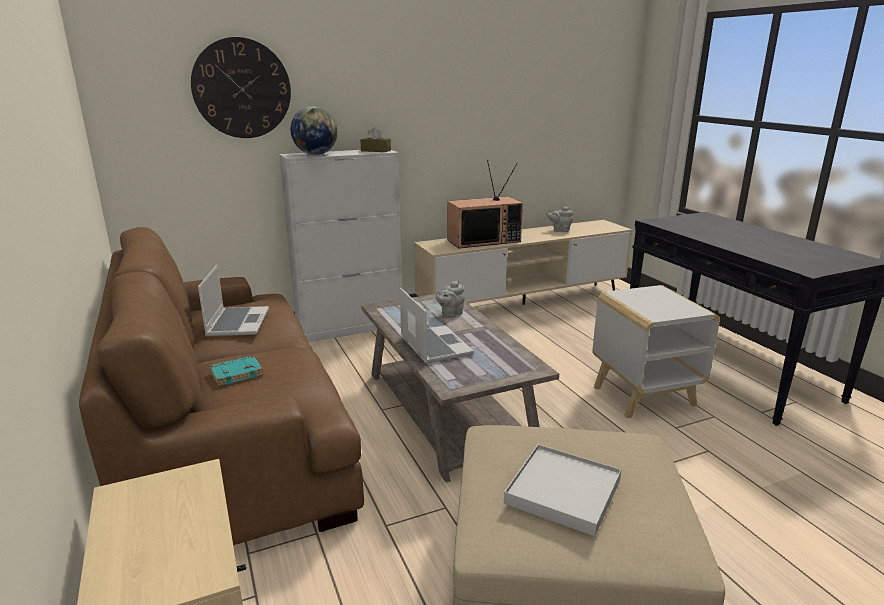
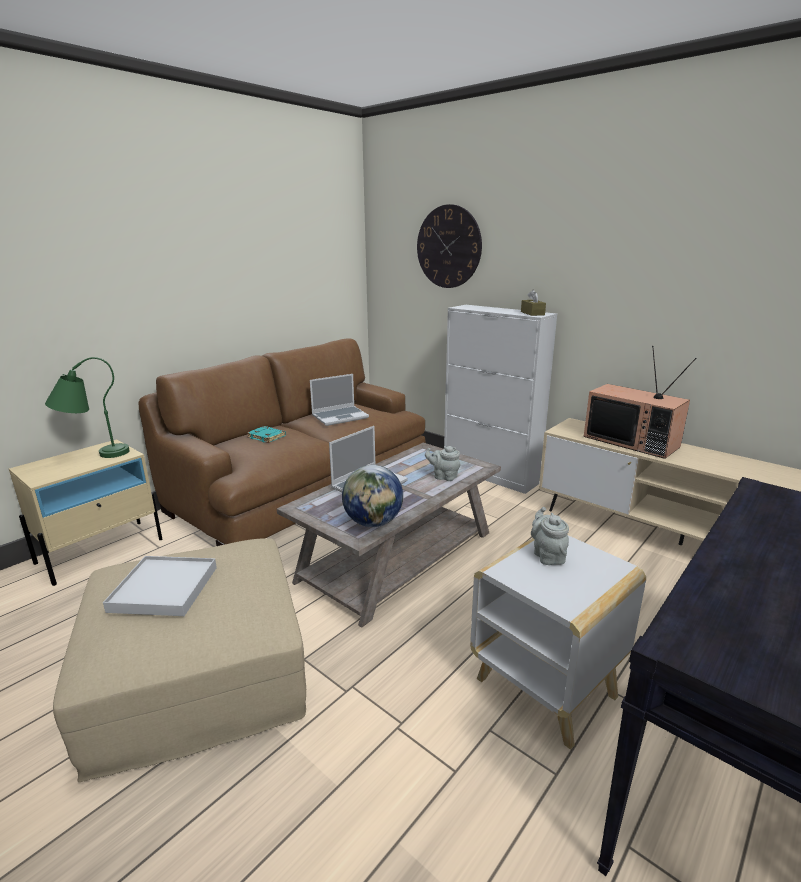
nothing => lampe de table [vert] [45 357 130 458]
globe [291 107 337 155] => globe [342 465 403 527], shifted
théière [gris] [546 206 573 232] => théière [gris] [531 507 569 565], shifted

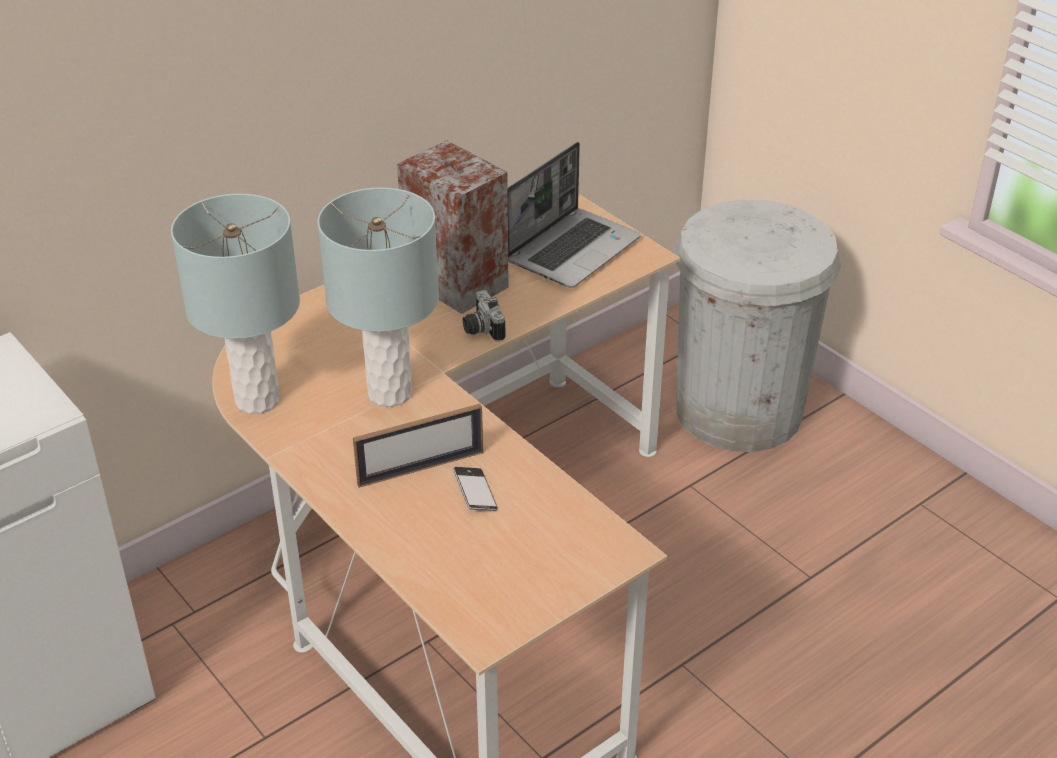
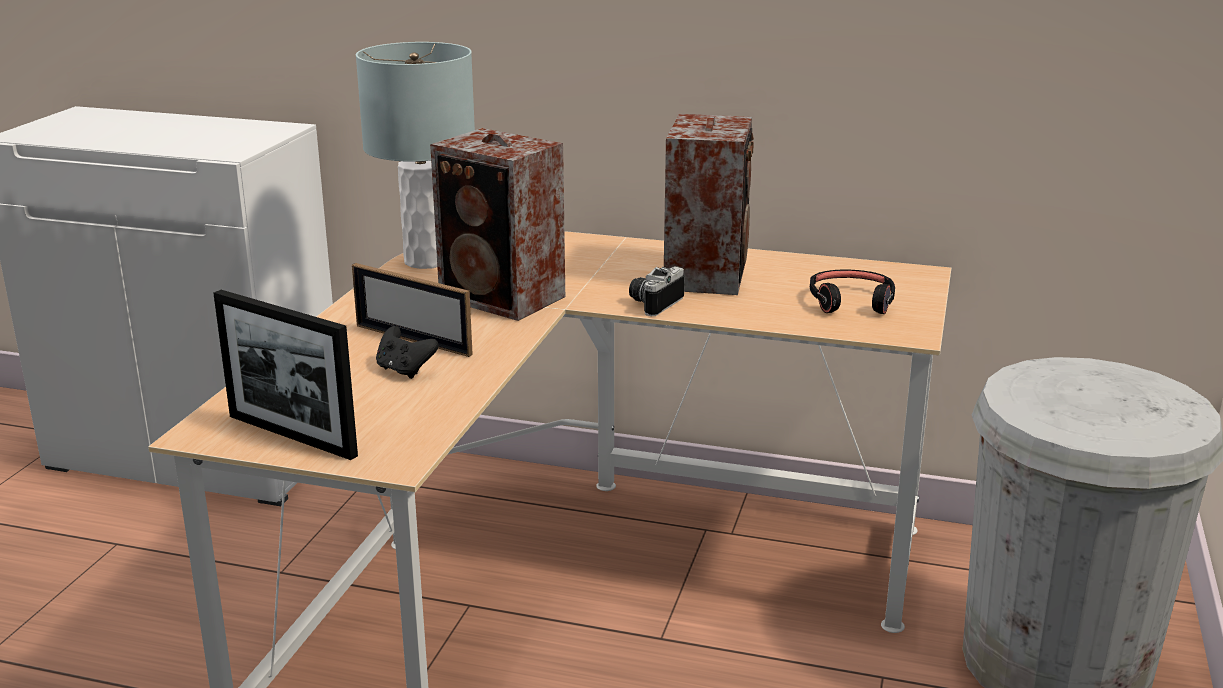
nothing => cadre photo [213 290 358 460]
lampe de table [gris] [318 187 439 407] => enceinte [430 128 565 321]
téléphone [453 467 498 511] => manette [noir] [376 326 439 379]
ordinateur portable [508 142 641 288] => casque audio [noir] [810 270 895 314]

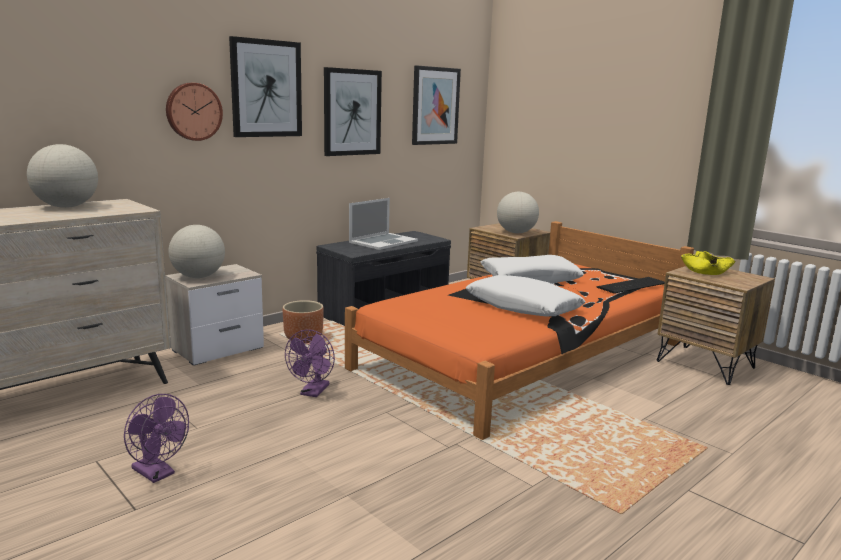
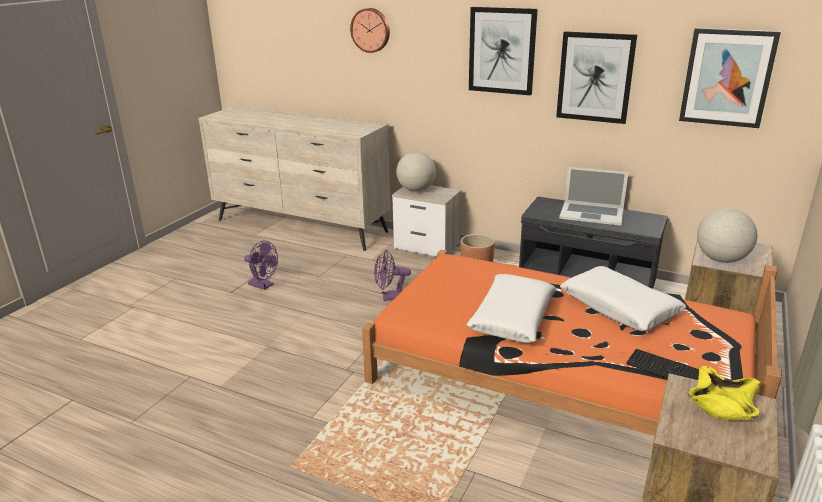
globe [27 144 98 208] => nothing
horloge murale [166 83 223 141] => horloge murale [350 8 390 53], shifted
ventilateur [violet] [124 394 189 483] => ventilateur [violet] [244 240 278 290], 75 degrees counterclockwise

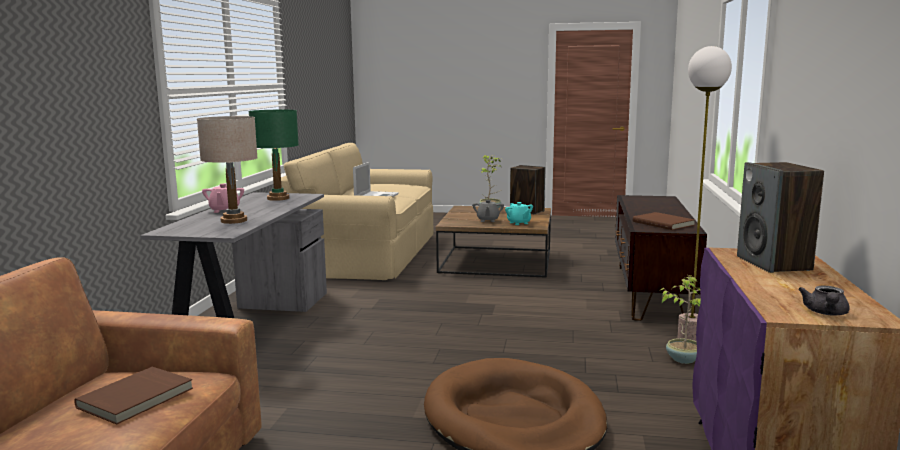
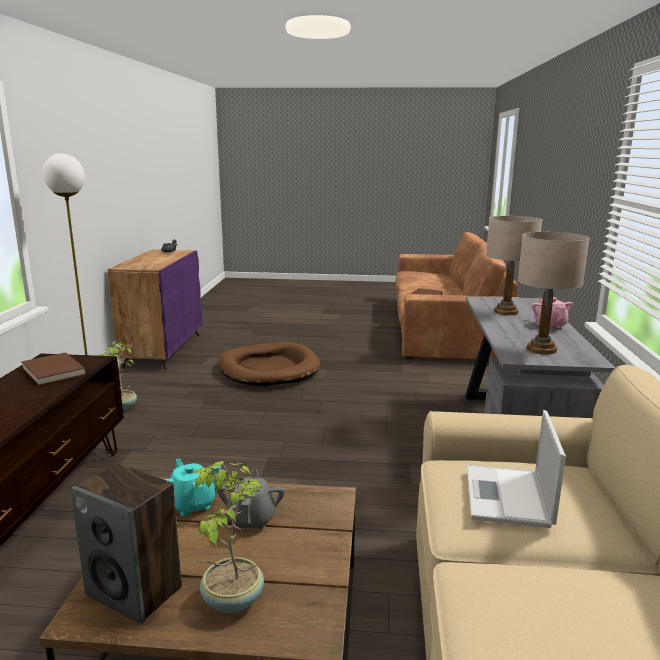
enceinte [737 162 824 273] => nothing
lampe de table [vert] [248 110 299 201] => lampe de table [beige] [518 232 590 355]

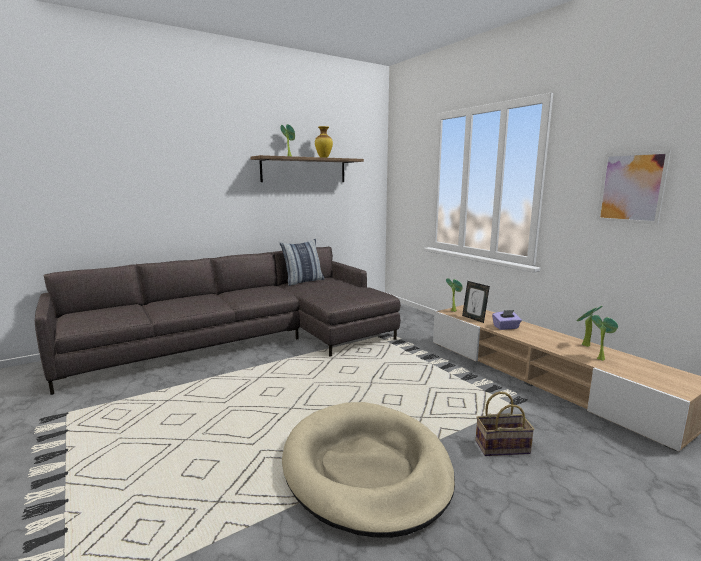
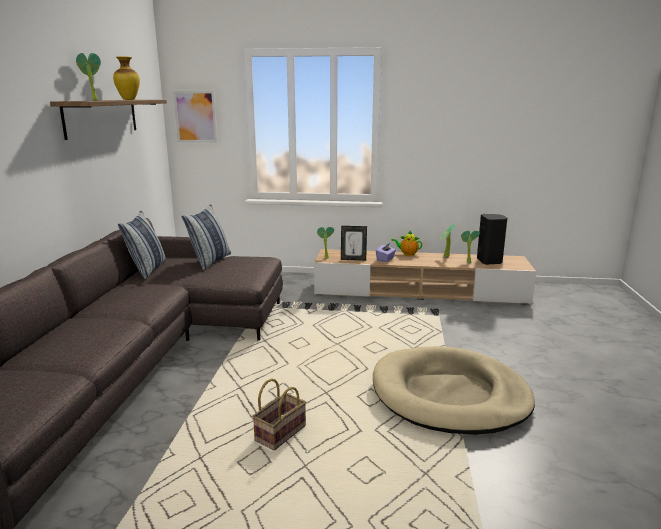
nothing => coussin [182 204 231 270]
nothing => théière [391 231 422 256]
nothing => enceinte [noir] [477 214 507 265]
panier [475 392 535 456] => panier [252 379 306 450], shifted
tableau [597 150 671 225] => tableau [173 91 217 142], shifted

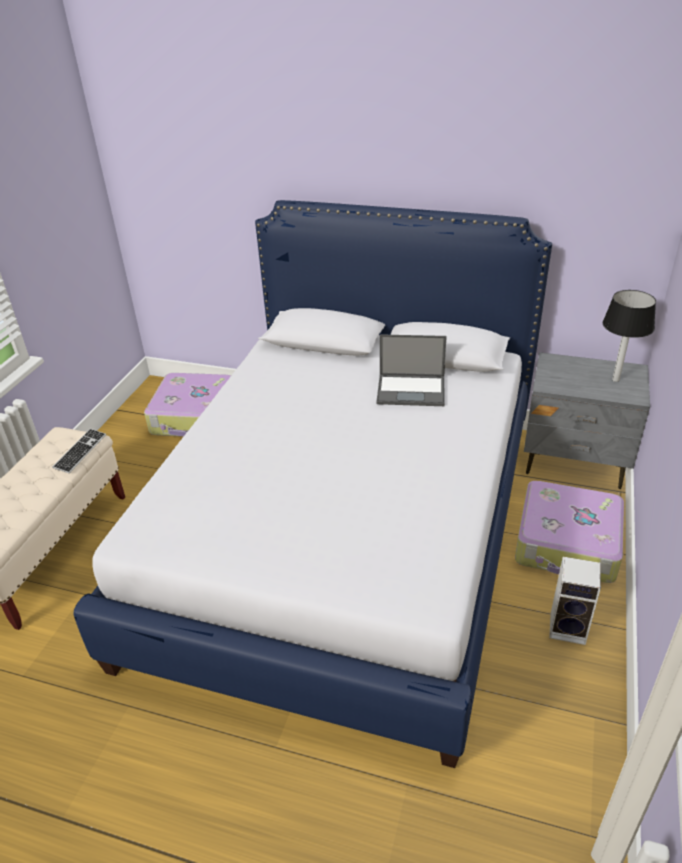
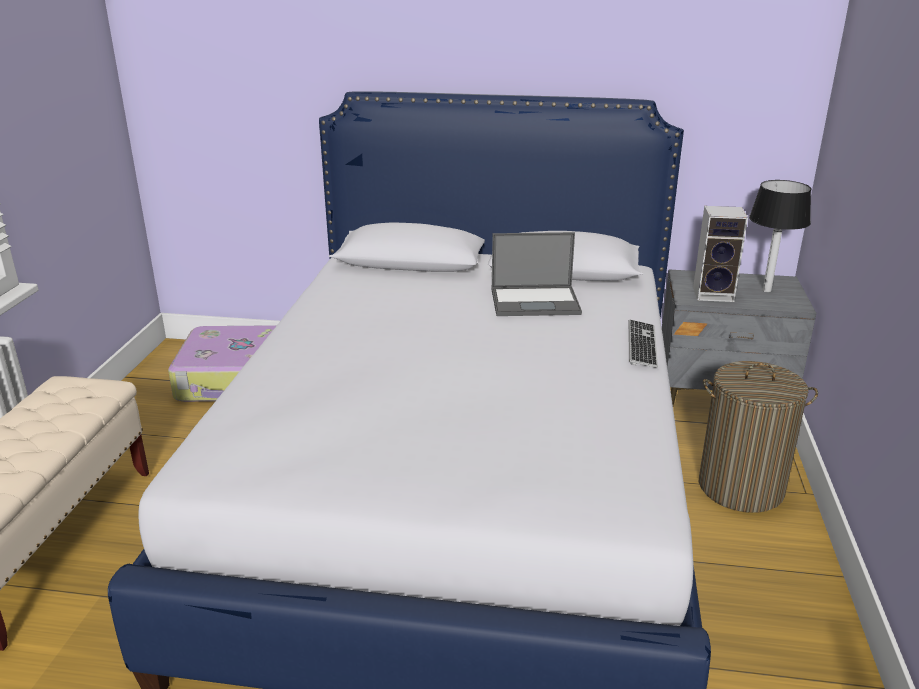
clavier [52 429 106 473] => clavier [628 319 658 368], shifted
enceinte [549 557 601 645] => enceinte [693 206 748 302], shifted
valise [515 481 624 583] => panier à linge [699 361 818 513]

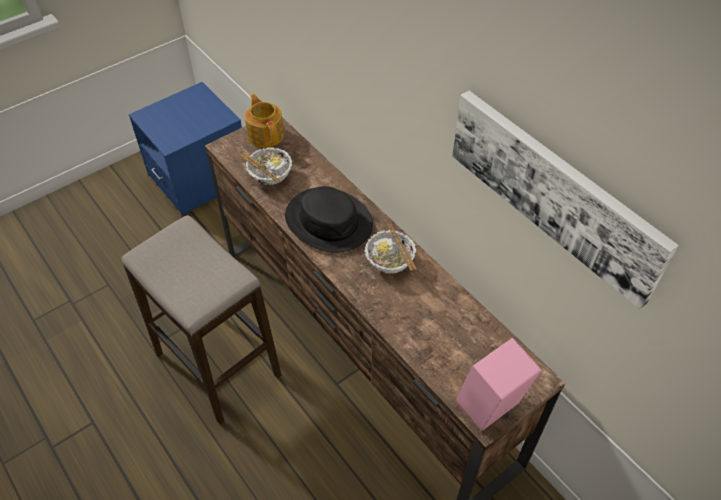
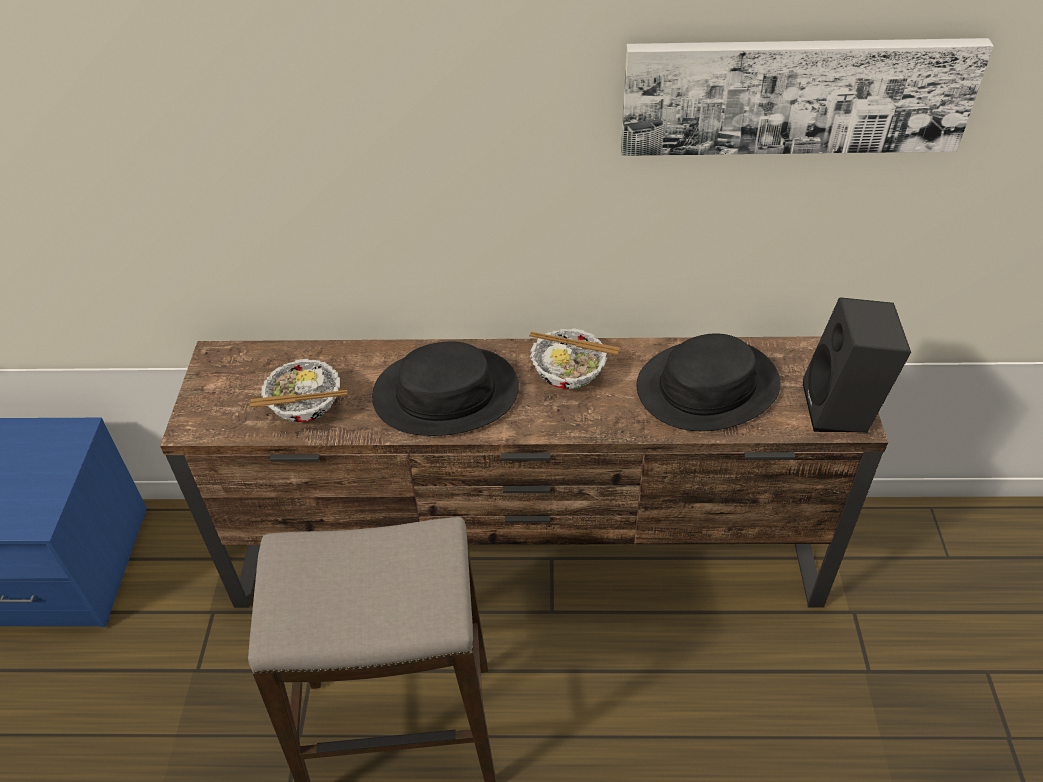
théière [245 94 284 148] => nothing
nothing => chapeau [noir] [636 333 781 431]
enceinte [rose] [456 338 542 431] => enceinte [noir] [803 297 911 433]

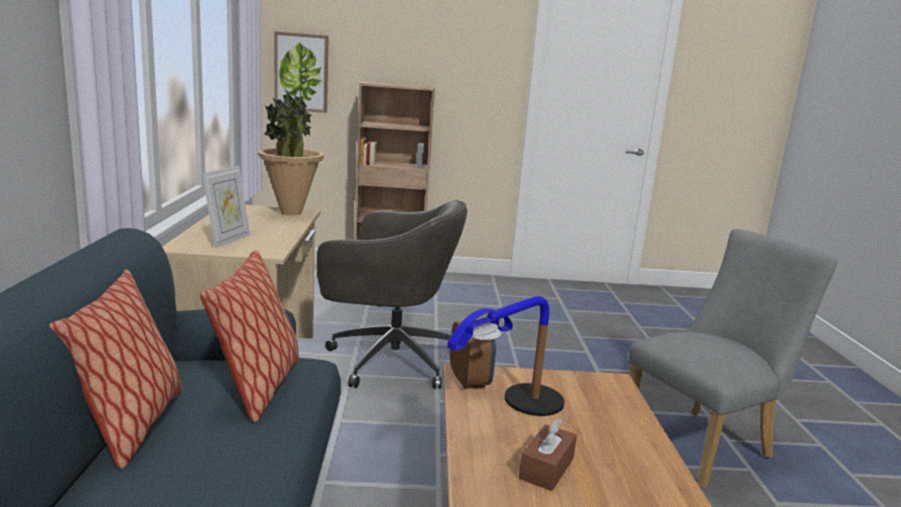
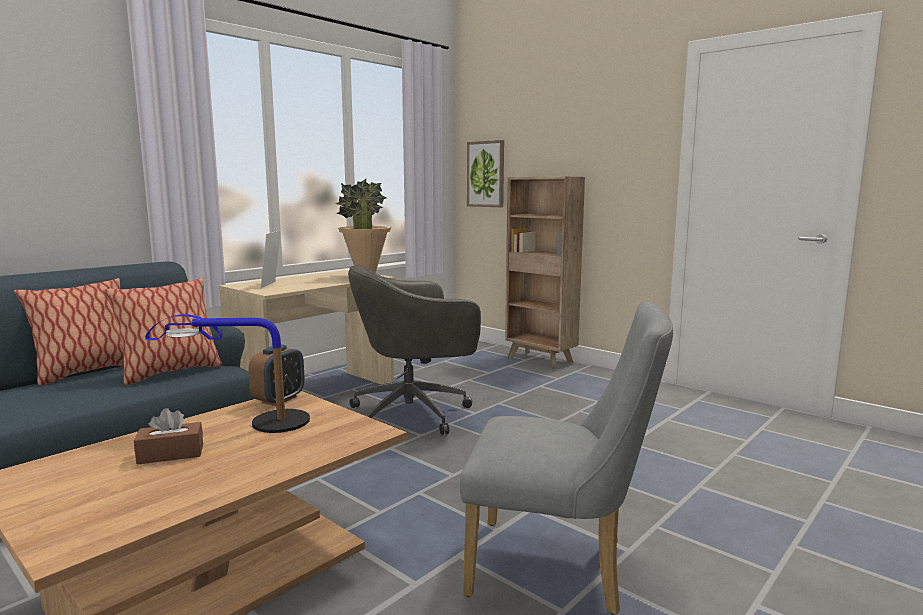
cadre photo [202 166 250 248] => cadre photo [261 231 281 288], 120 degrees clockwise
chaise de bureau [gris] [317 200 467 389] => chaise de bureau [gris] [348 265 481 435], 105 degrees clockwise

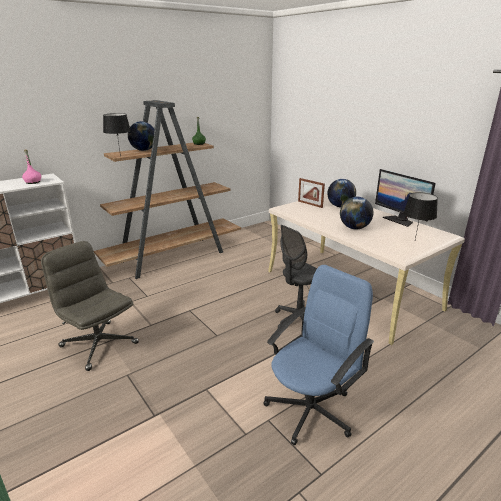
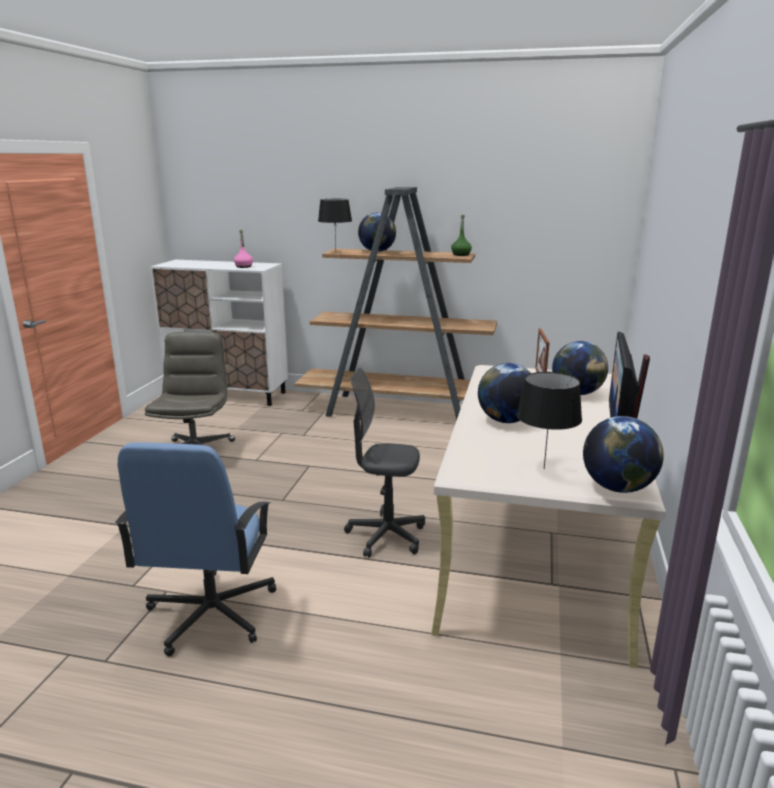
nothing => globe [583 416 664 493]
chaise de bureau [bleu] [263 265 374 445] => chaise de bureau [bleu] [115 442 276 656], 90 degrees clockwise

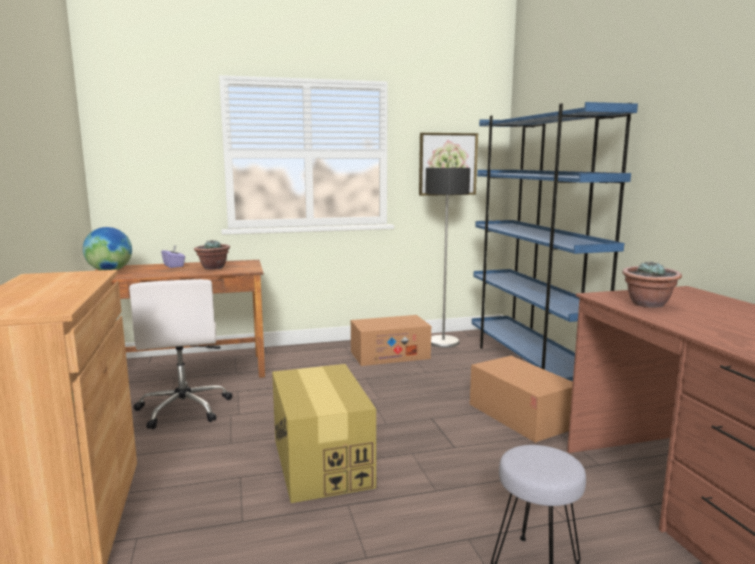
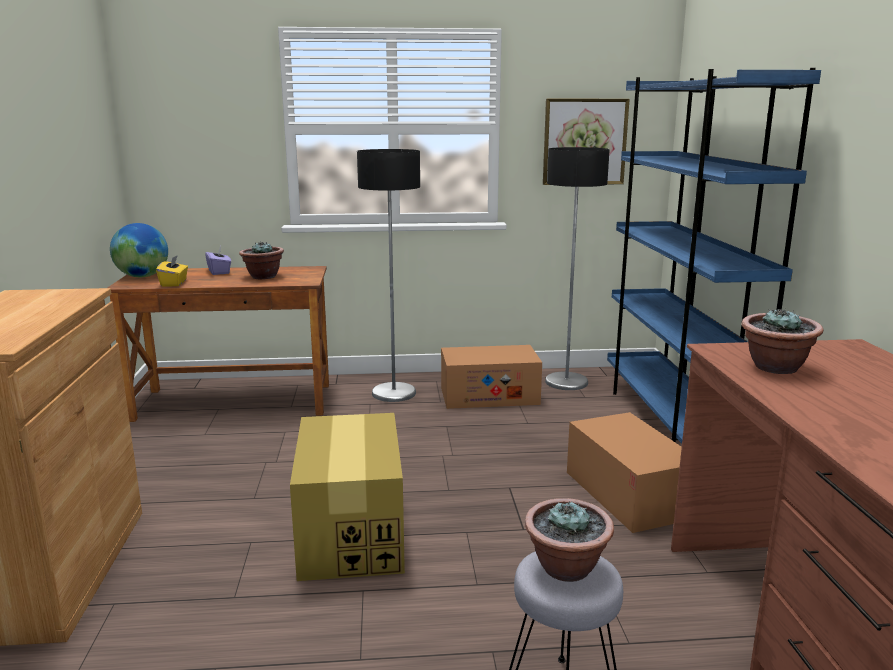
chaise de bureau [blanc] [129 279 232 429] => nothing
nothing => boîte à mouchoirs [jaune] [156 255 188 287]
nothing => lampadaire [357 149 420 402]
nothing => plante en pot [525 498 614 582]

